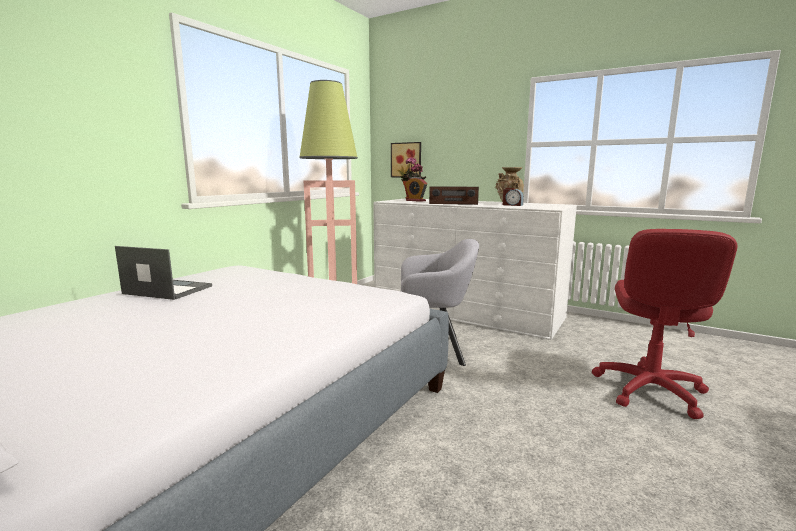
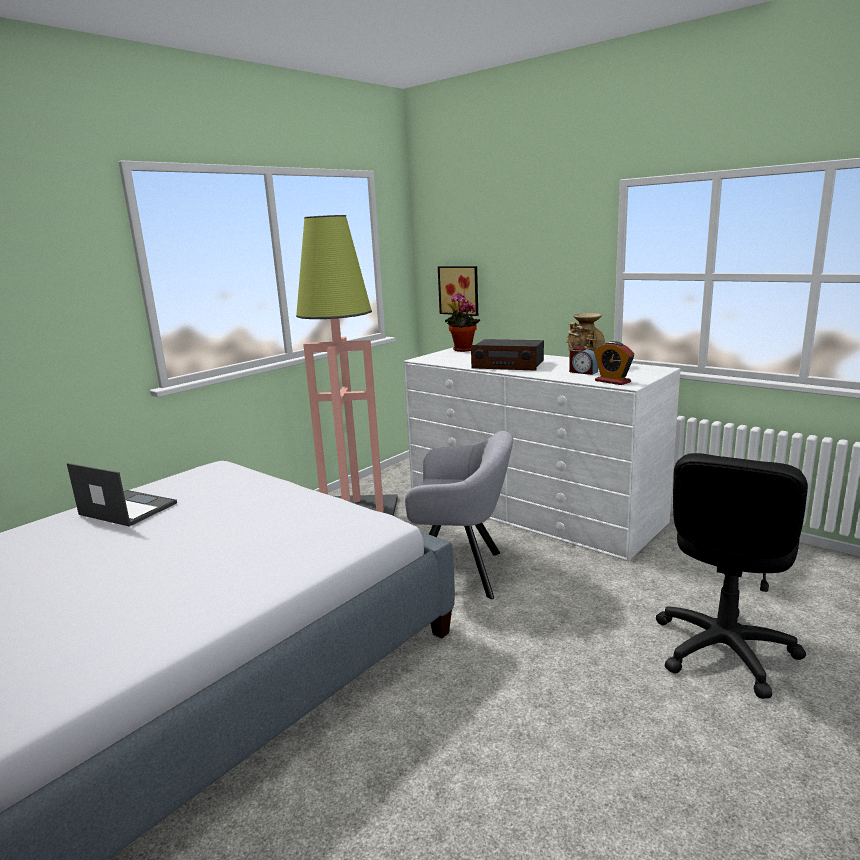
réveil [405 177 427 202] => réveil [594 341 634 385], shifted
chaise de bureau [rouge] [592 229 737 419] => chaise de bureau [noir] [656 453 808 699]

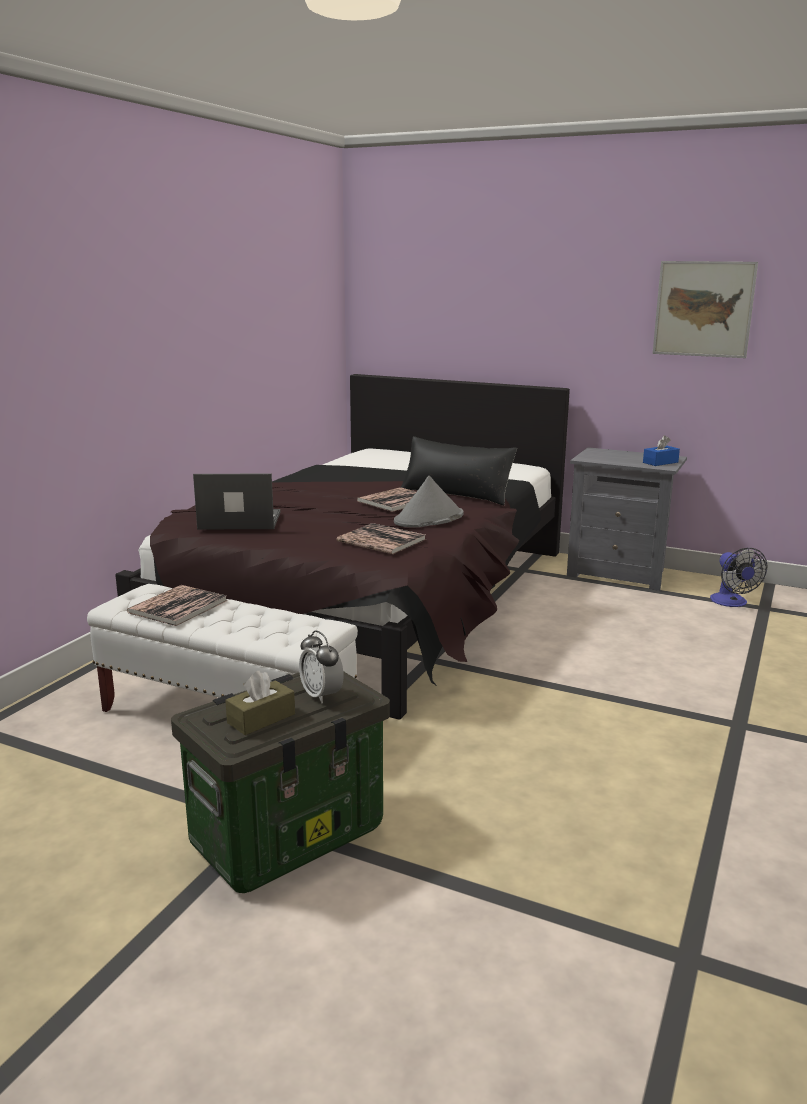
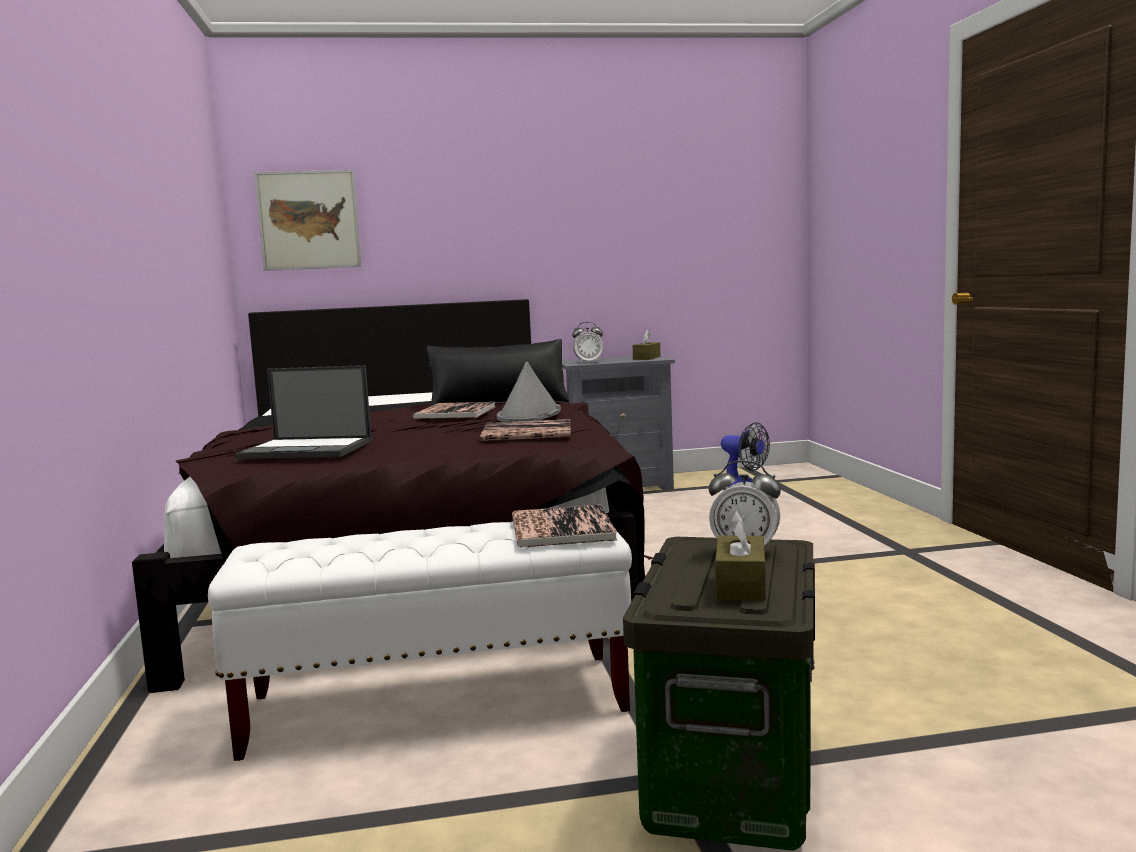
nothing => réveil [572 322 603 364]
livre [127 585 227 626] => livre [512 505 617 547], shifted
tableau [652 261 758 358] => tableau [254 170 362 271], shifted
boîte à mouchoirs [bleu] [643 435 680 466] => boîte à mouchoirs [marron] [633 329 660 360]
ordinateur portable [193 474 280 529] => ordinateur portable [235 365 372 459], 135 degrees counterclockwise

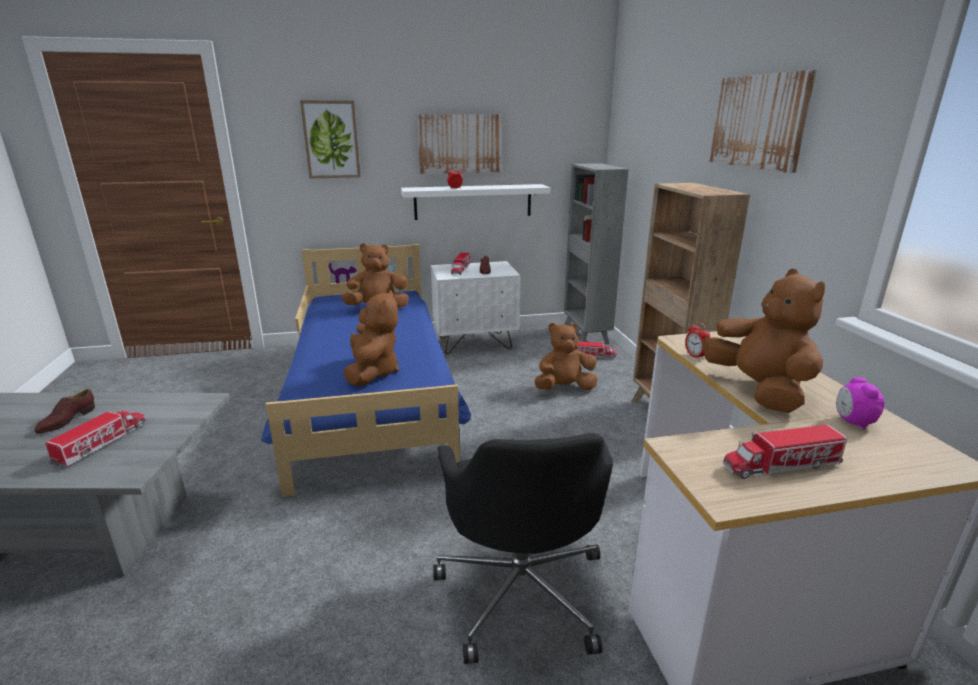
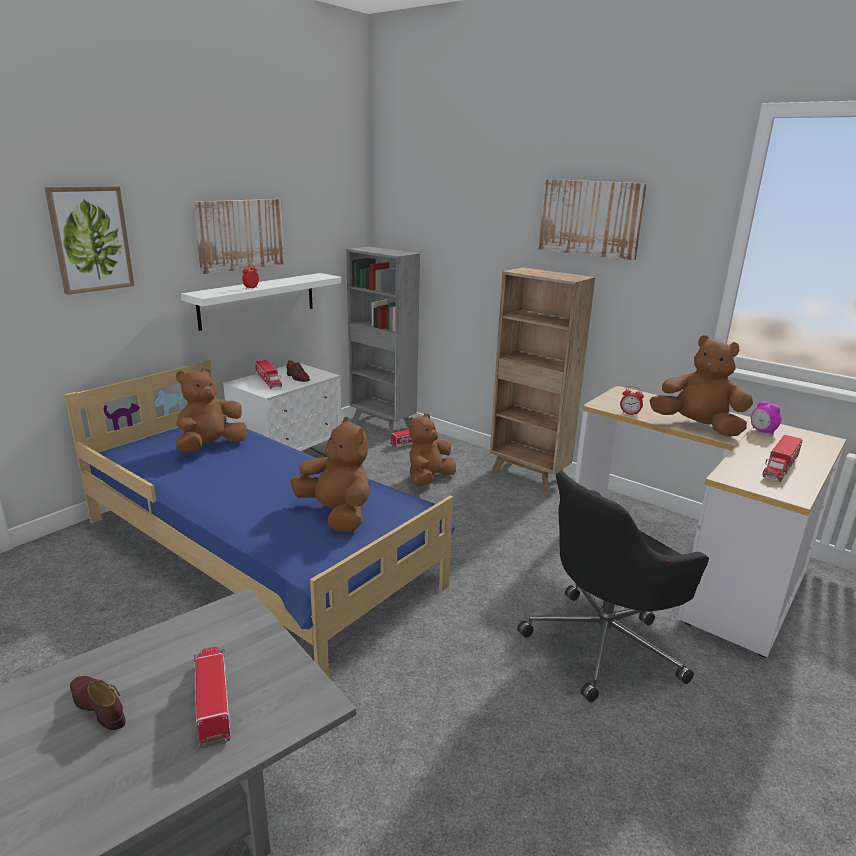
chaussure [marron] [34 389 95 433] => chaussure [marron] [70 676 126 730], 150 degrees clockwise
chaise de bureau [noir] [433 433 613 664] => chaise de bureau [noir] [517 472 709 703], 105 degrees clockwise

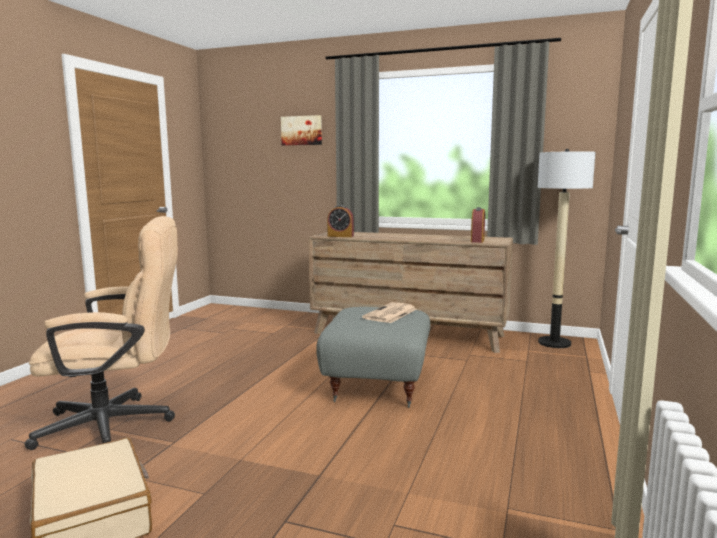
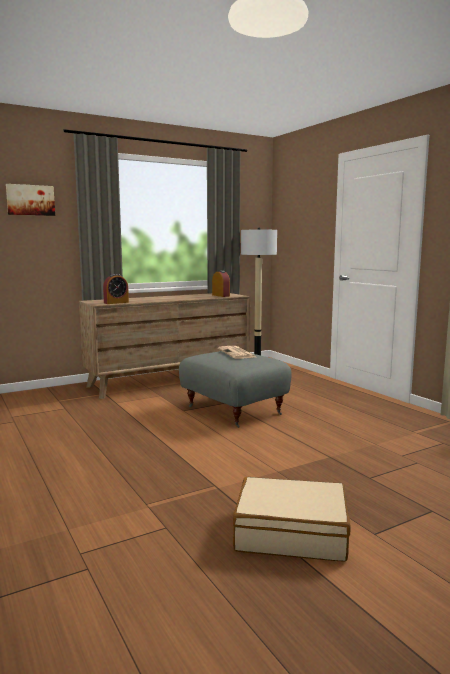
chaise de bureau [beige] [24 216 178 450] => nothing

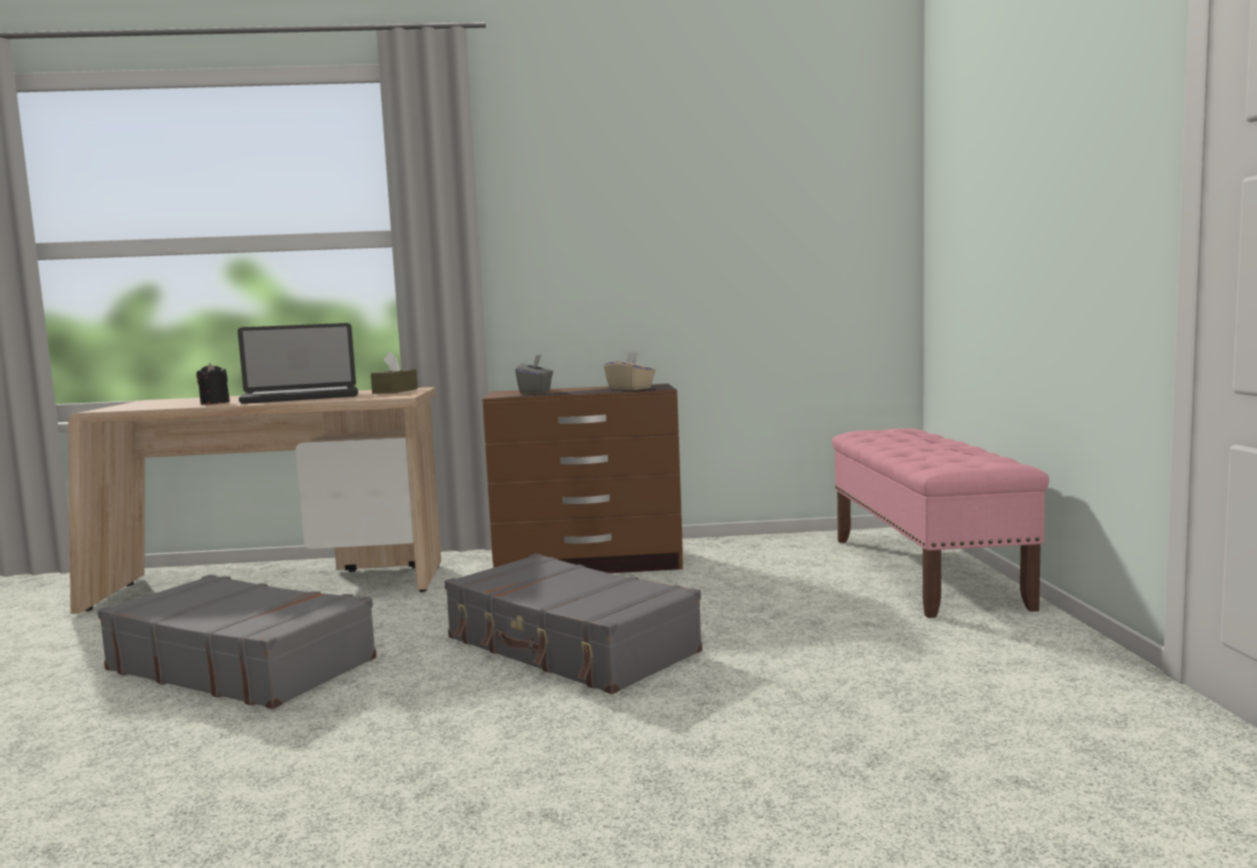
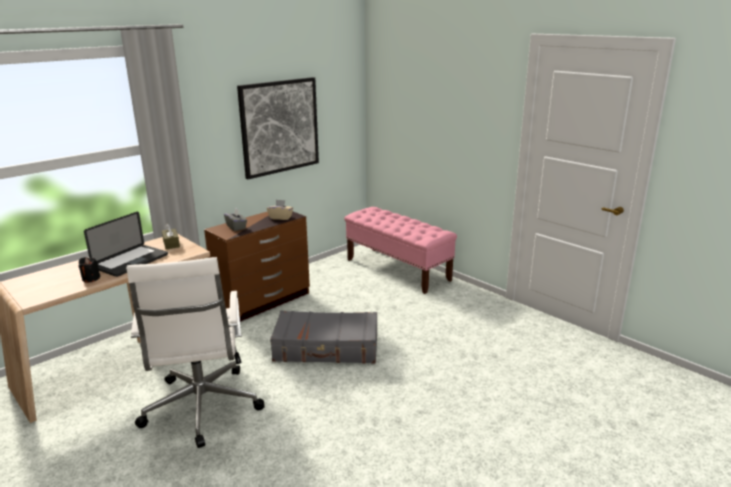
nothing => tableau [237 77 319 179]
valise [gris] [98 575 377 709] => chaise de bureau [blanc] [126 257 265 448]

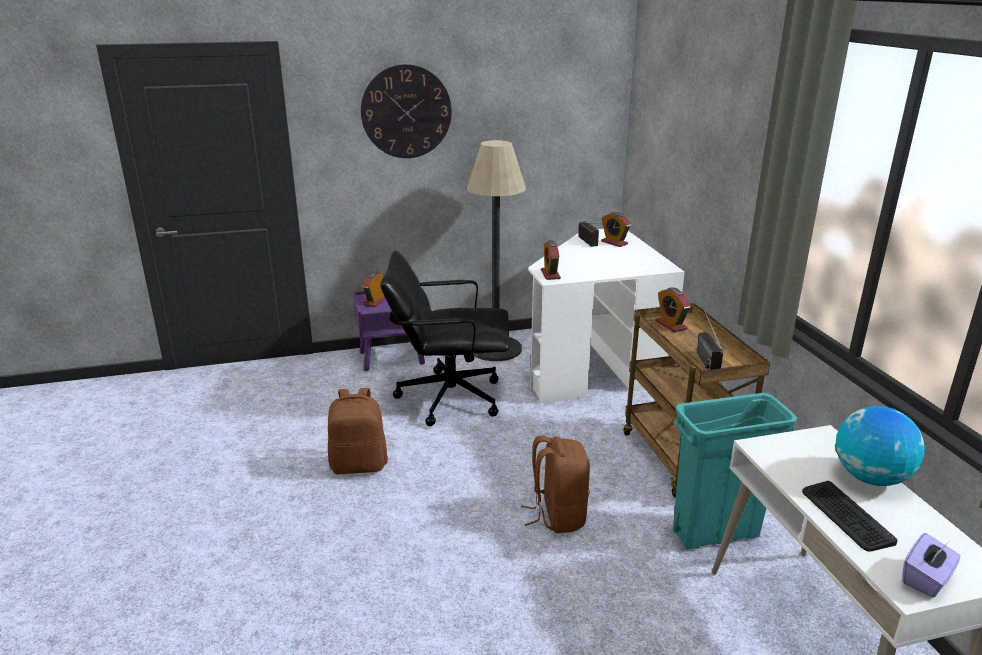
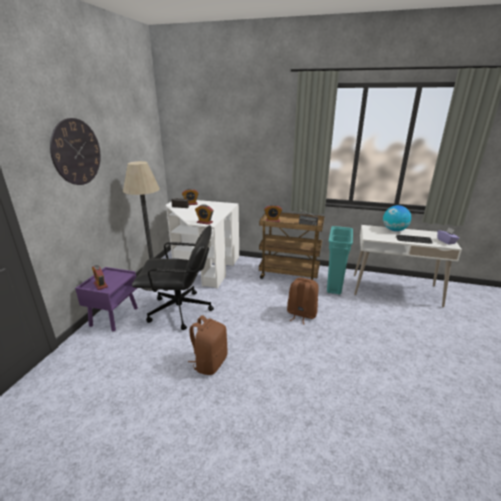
chaise de bureau [noir] [381 250 510 426] => chaise de bureau [noir] [132 225 214 330], 120 degrees counterclockwise

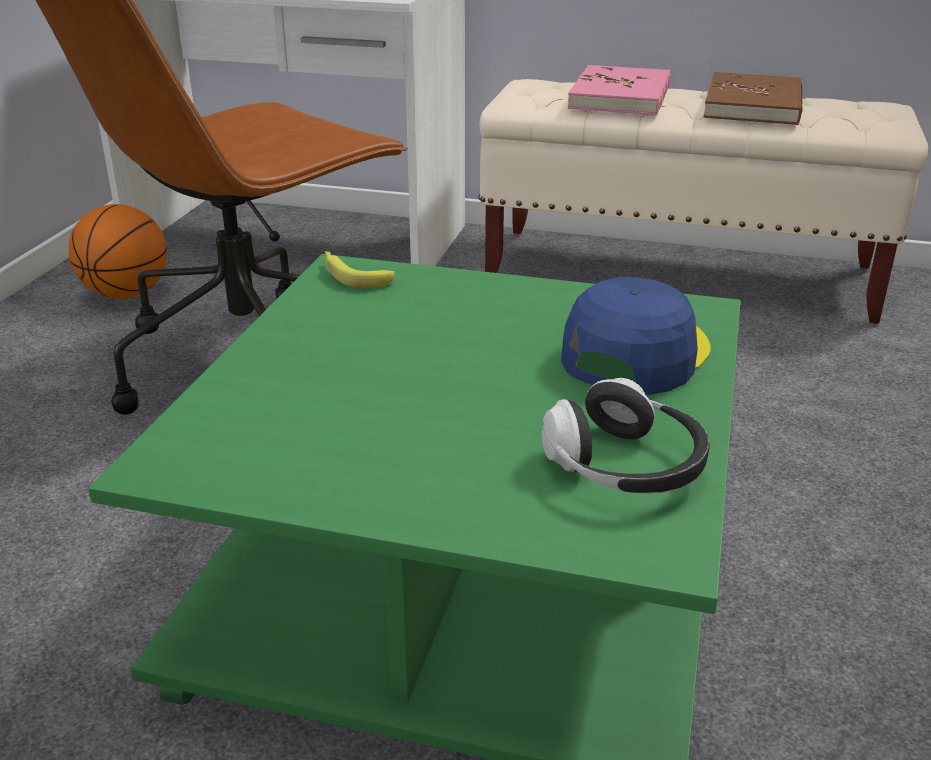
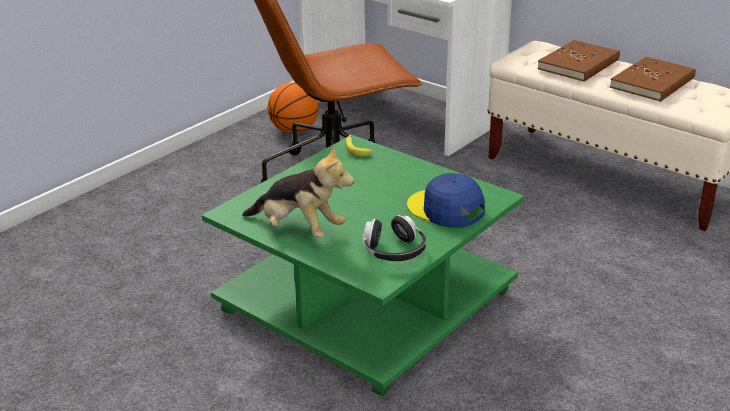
nothing => peluche [242 146 354 238]
livre [rose] [568 65 670 116] => livre [marron] [538 40 620 82]
casquette [bleu] [561 277 711 395] => casquette [bleu] [407 173 485 228], 105 degrees counterclockwise

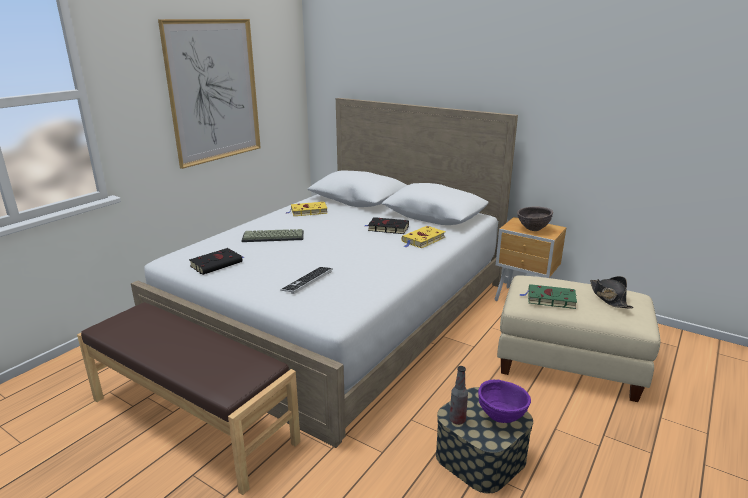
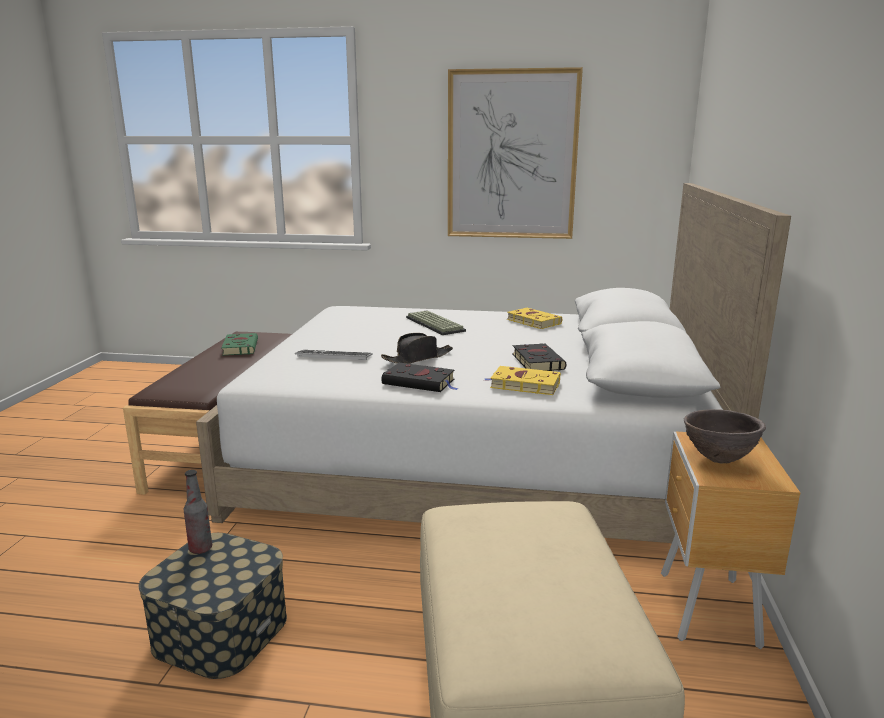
bol [violet] [478 379 531 423] => nothing
livre [noir] [189 248 244 275] => livre [noir] [381 363 459 392], shifted
livre [vert] [519 284 577 309] => livre [vert] [221 333 258 356], shifted
chapeau [noir] [590 276 634 308] => chapeau [noir] [381 333 453 364], shifted

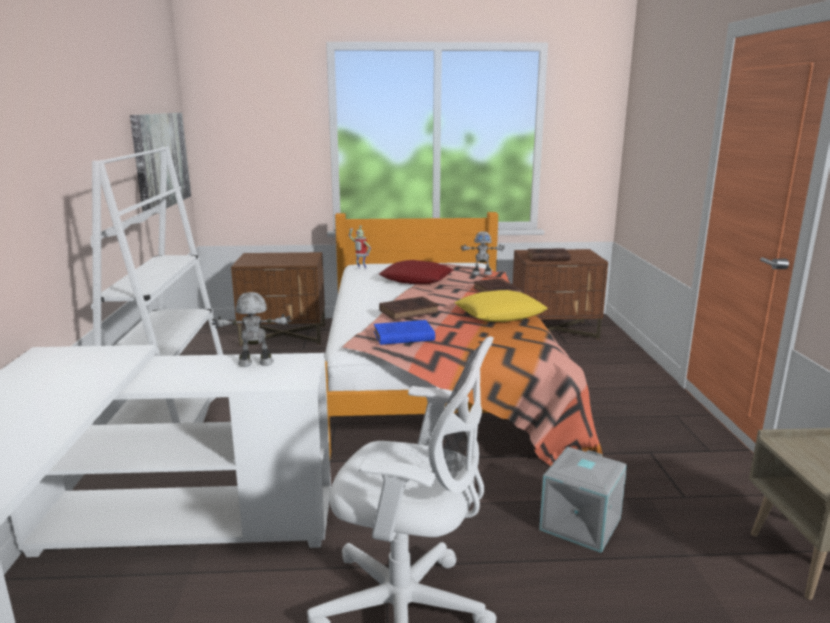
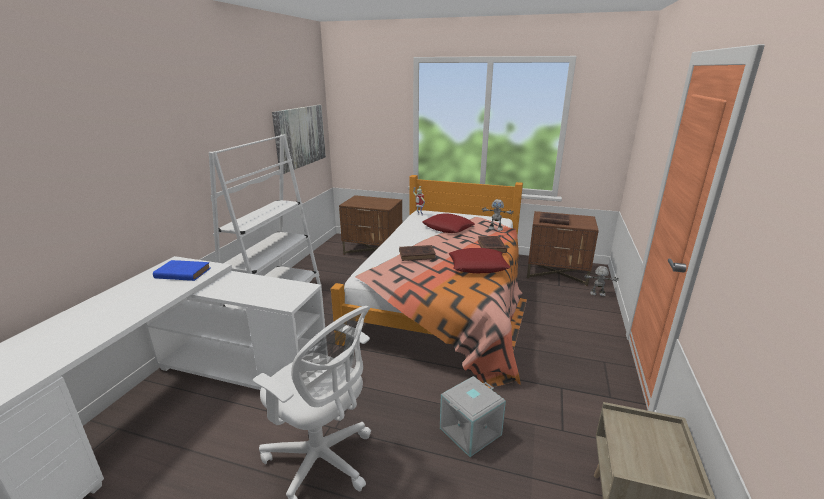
robot jouet [212 292 292 367] => robot jouet [584 266 618 296], shifted
livre [bleu] [374 320 435 345] => livre [bleu] [153 260 211 281], shifted
coussin [jaune] [455 290 548 322] => coussin [rouge] [449 248 510 274]

